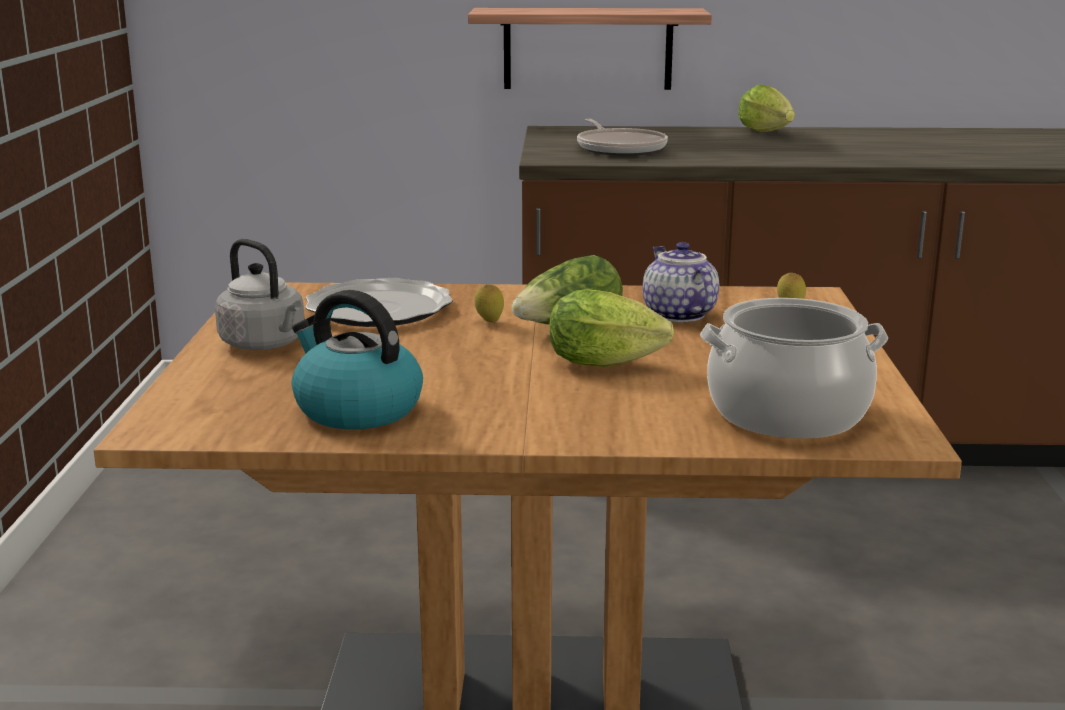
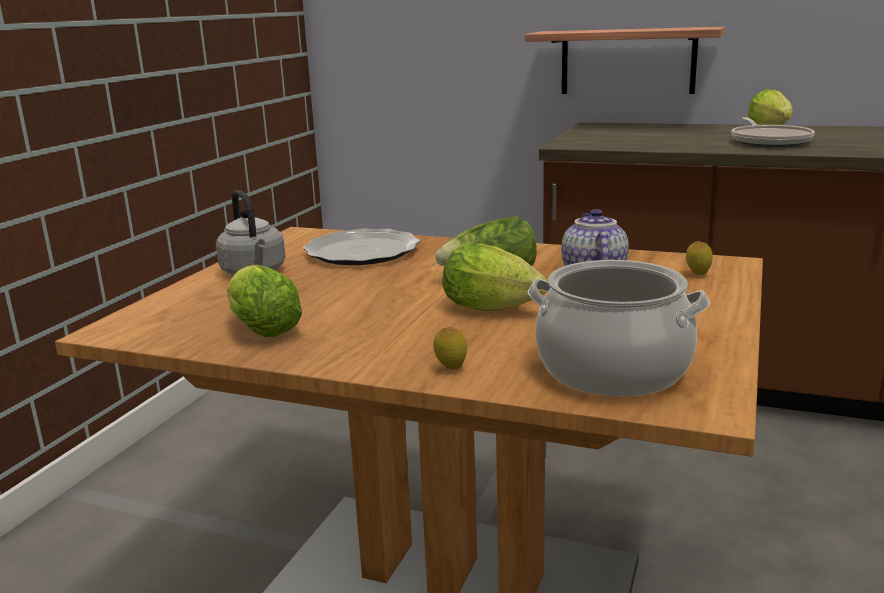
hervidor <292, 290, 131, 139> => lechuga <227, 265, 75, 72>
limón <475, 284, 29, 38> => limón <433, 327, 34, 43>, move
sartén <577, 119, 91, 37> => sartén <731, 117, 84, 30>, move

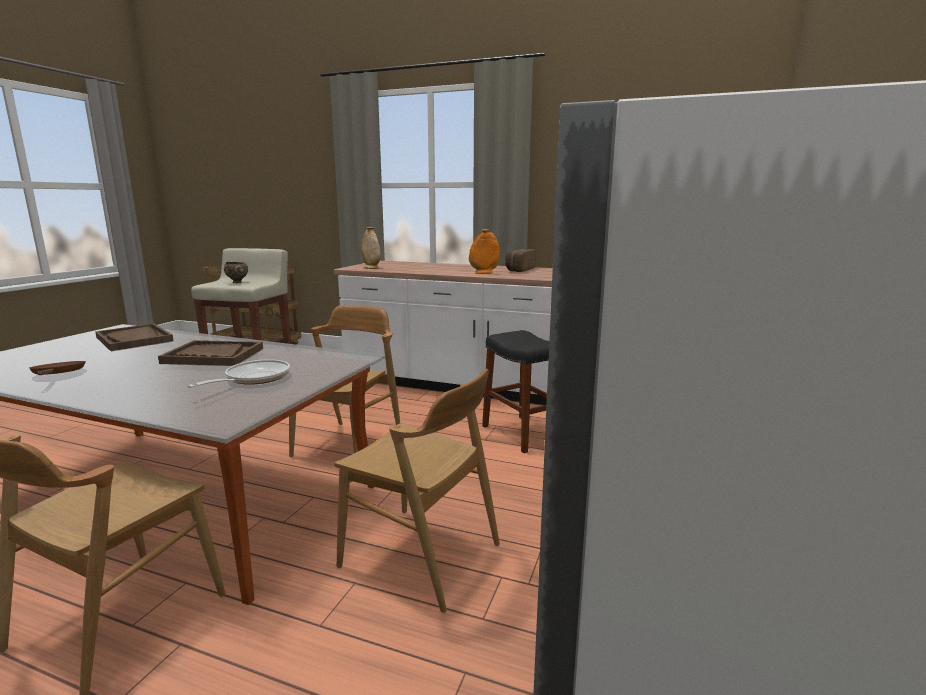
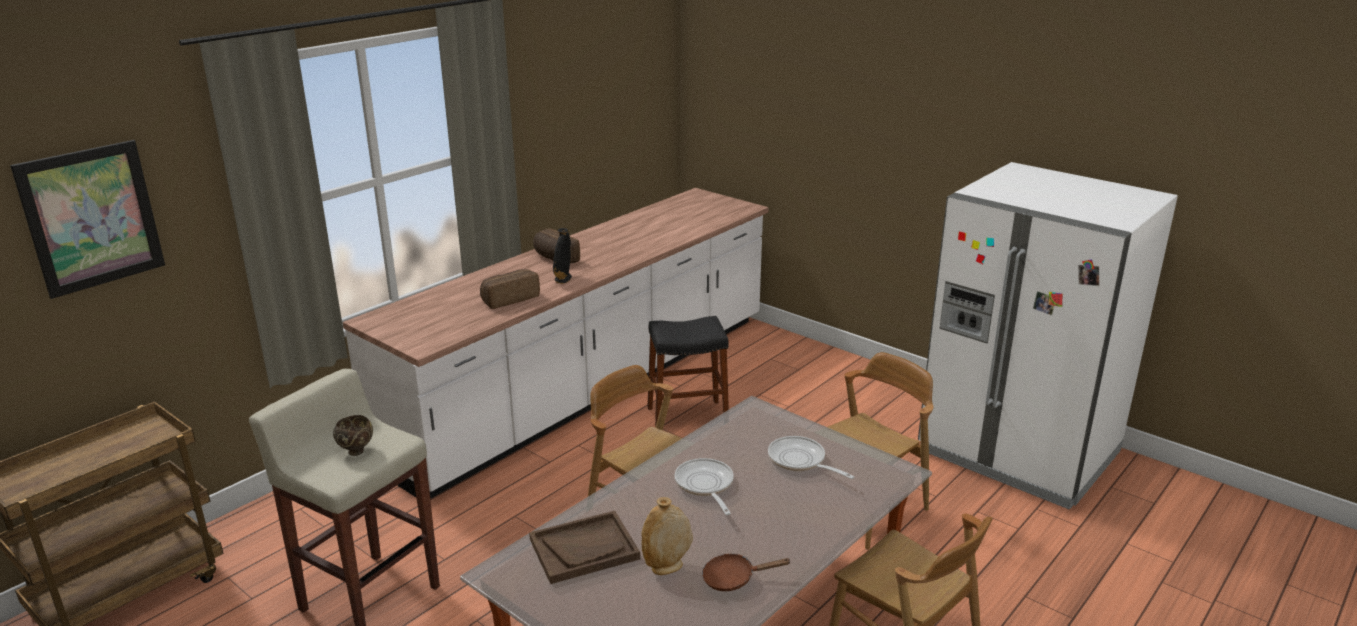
nothing => cuadro <10, 140, 155, 159>
nothing => pan <480, 269, 60, 40>
florero/naranja <469, 229, 30, 45> => florero/negro <553, 228, 19, 56>
florero/beis <362, 227, 18, 42> => florero/beis <641, 497, 52, 78>, move
bandeja/marrón <158, 340, 105, 26> => sartén <675, 458, 59, 57>

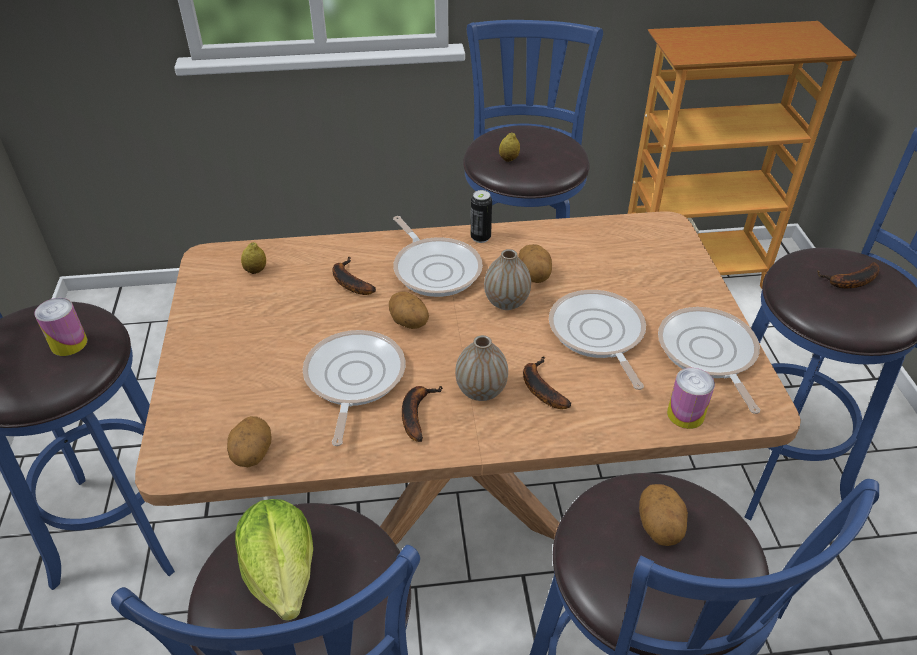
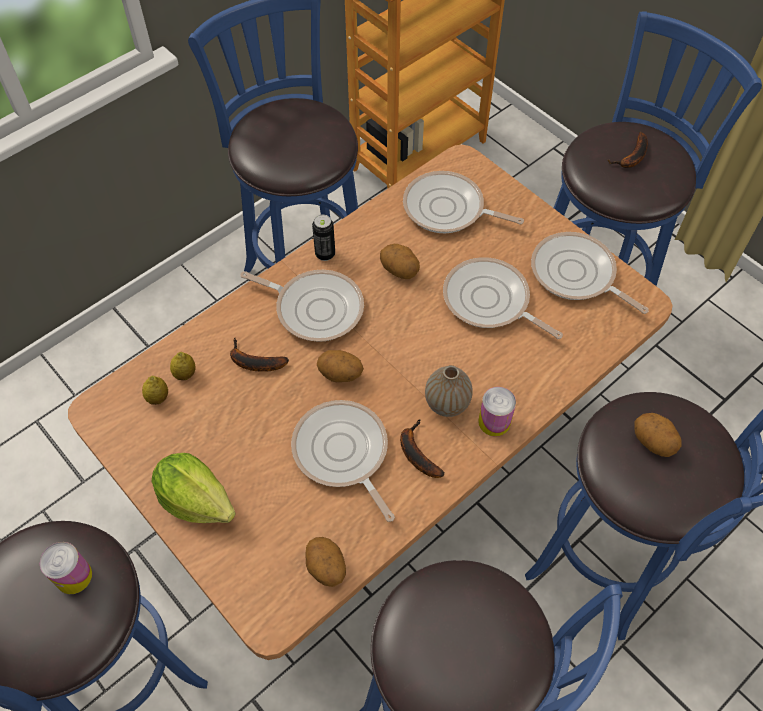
lechuga <235, 499, 78, 122> => lechuga <152, 453, 84, 70>, move
limón <499, 132, 21, 30> => limón <170, 352, 26, 28>, move
nothing => sartén <403, 171, 121, 62>
lata <667, 368, 48, 61> => lata <478, 387, 38, 50>, move
florero <484, 249, 47, 61> => nothing
plátano <523, 356, 48, 53> => nothing

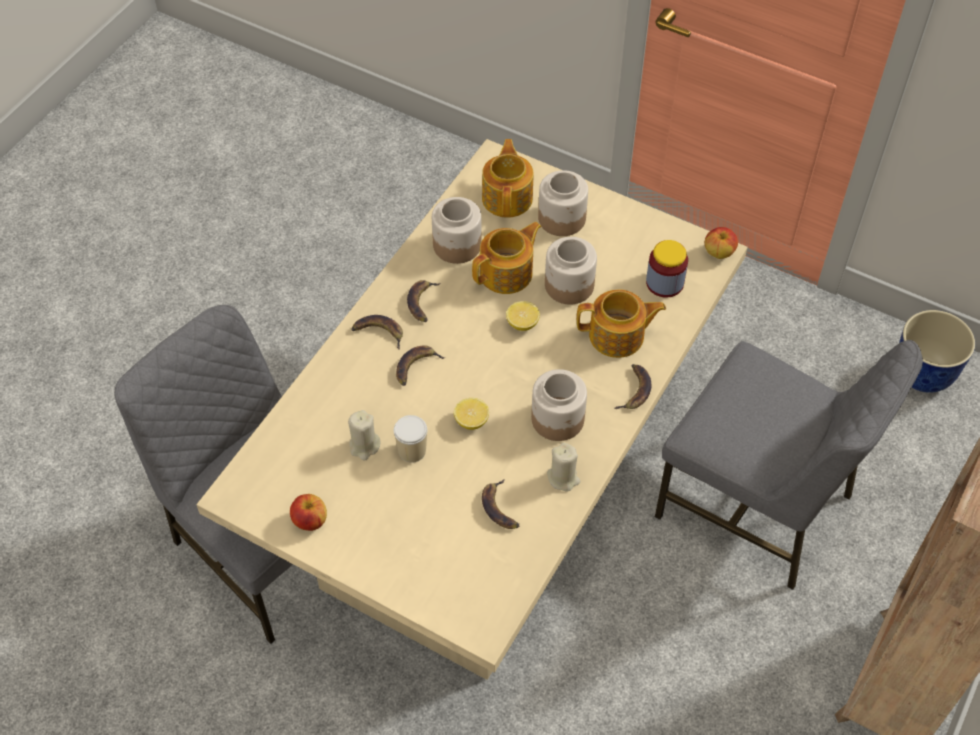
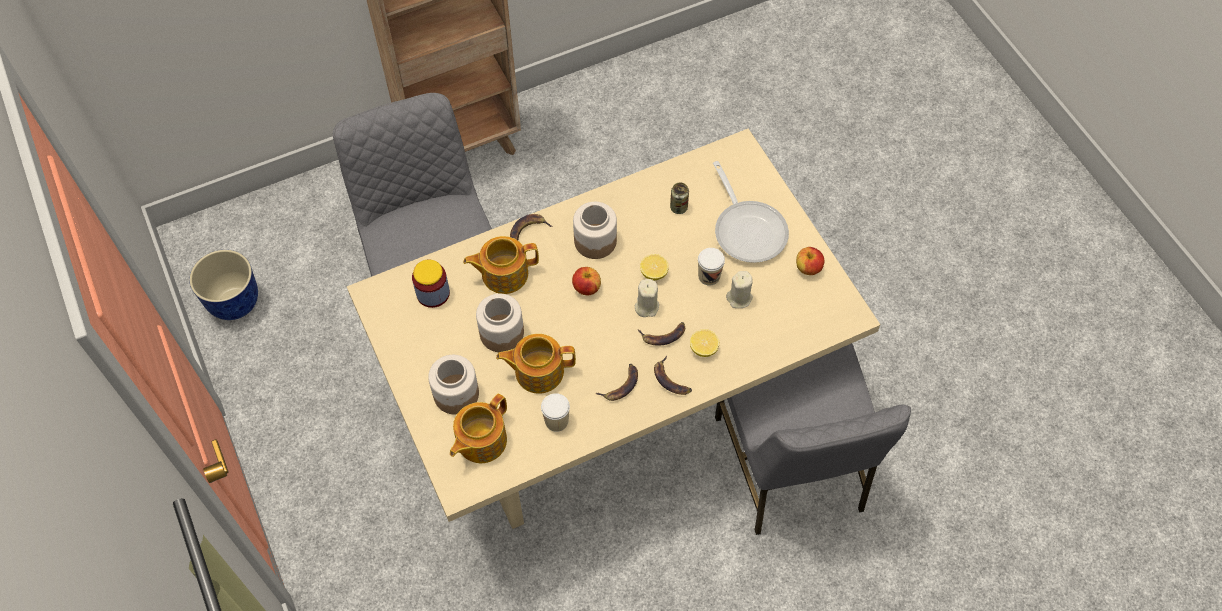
tetera <577, 289, 89, 69> => tetera <463, 236, 76, 58>, 45 degrees counterclockwise
tarro <432, 197, 50, 67> => taza <541, 393, 29, 39>
manzana <705, 227, 33, 32> => manzana <572, 267, 29, 29>, move
vela/beis <547, 443, 33, 48> => vela/beis <635, 279, 24, 38>, move
plátano <482, 480, 37, 49> => lata <670, 182, 19, 32>
limón <506, 301, 34, 30> => limón <690, 329, 29, 28>, move
nothing => sartén <713, 161, 76, 102>

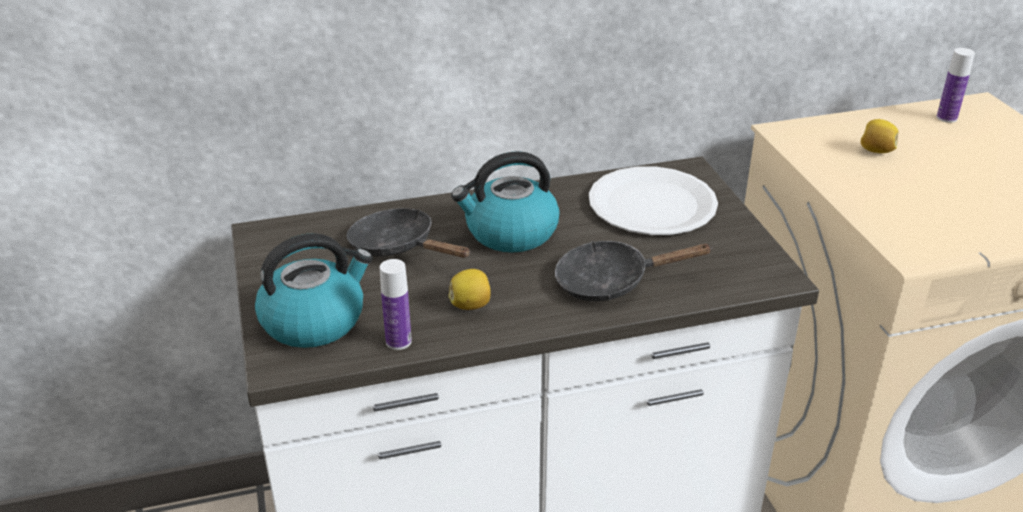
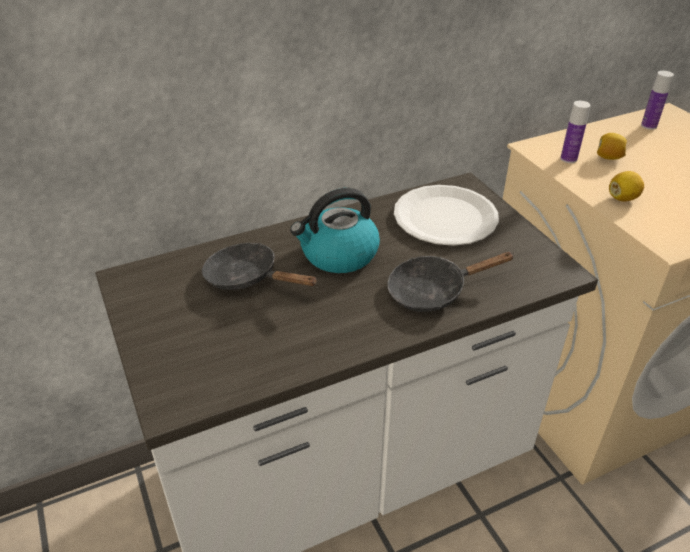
botella <380, 259, 32, 91> => botella <560, 101, 31, 62>, move
limón <449, 269, 42, 41> => limón <609, 171, 35, 30>, move
hervidor <255, 233, 118, 115> => nothing

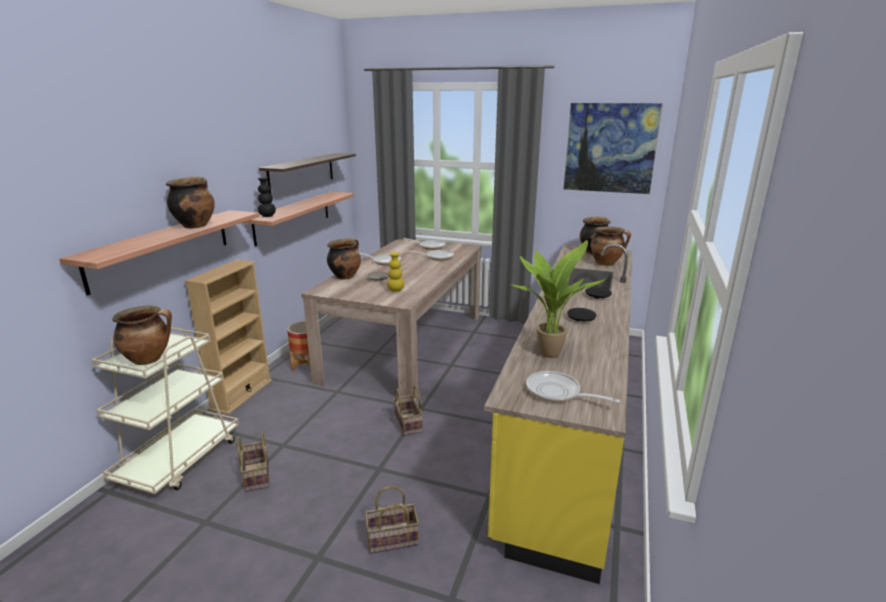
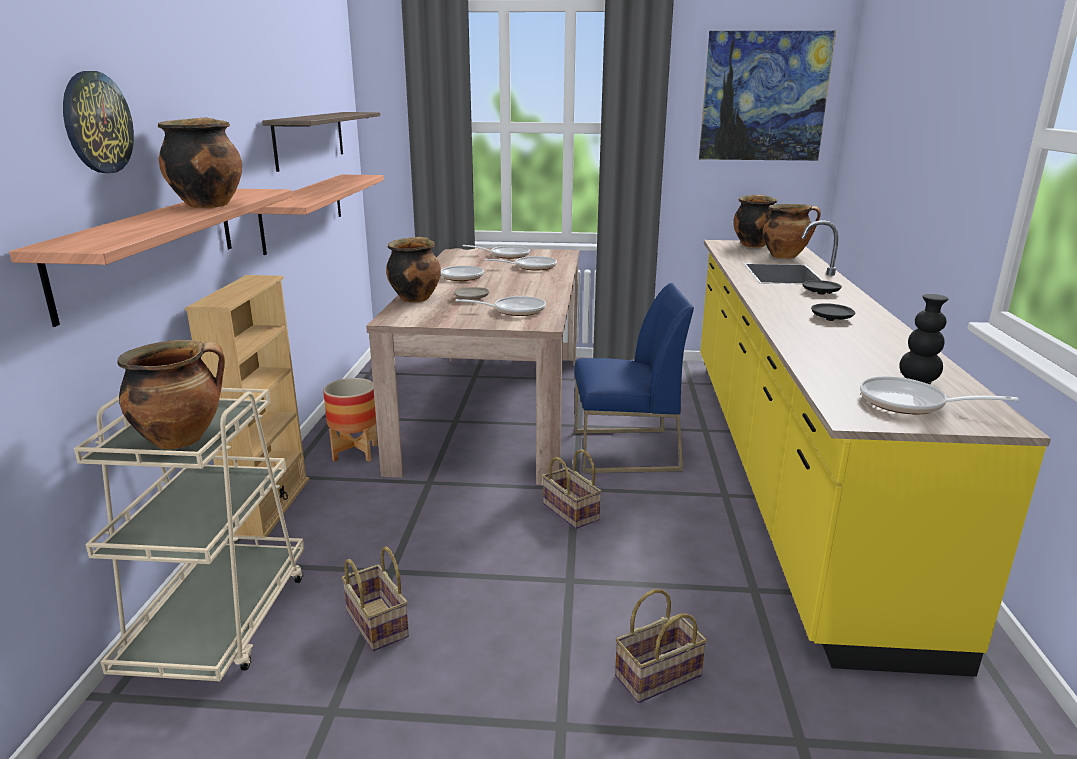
nothing => reloj de pared <63, 71, 71, 102>
florero/amarillo <387, 252, 17, 40> => sartén <456, 296, 90, 20>
nothing => silla/azul <574, 283, 120, 190>
florero/negro <258, 177, 18, 40> => florero/negro <899, 294, 50, 90>, move
planta en maceta <509, 240, 96, 118> => nothing

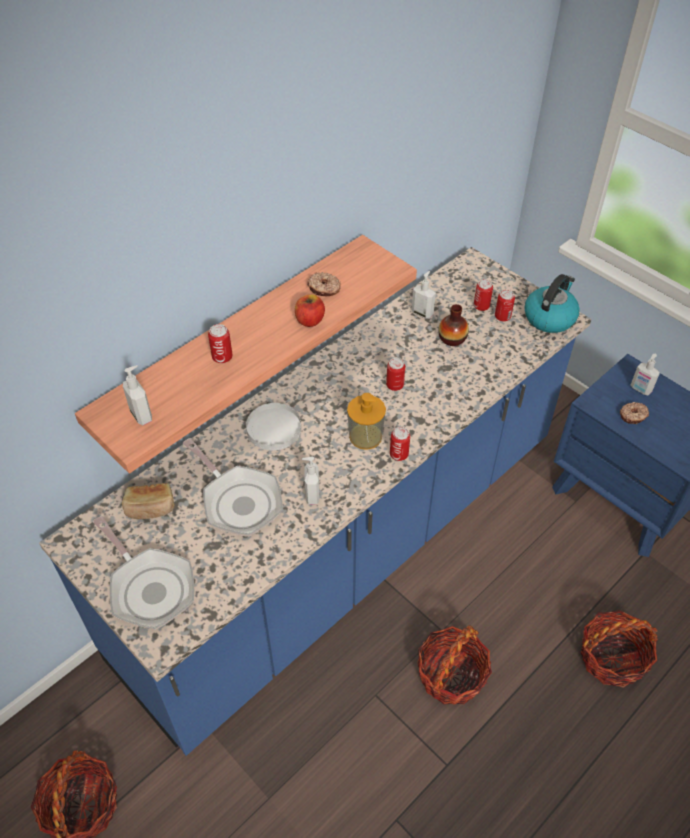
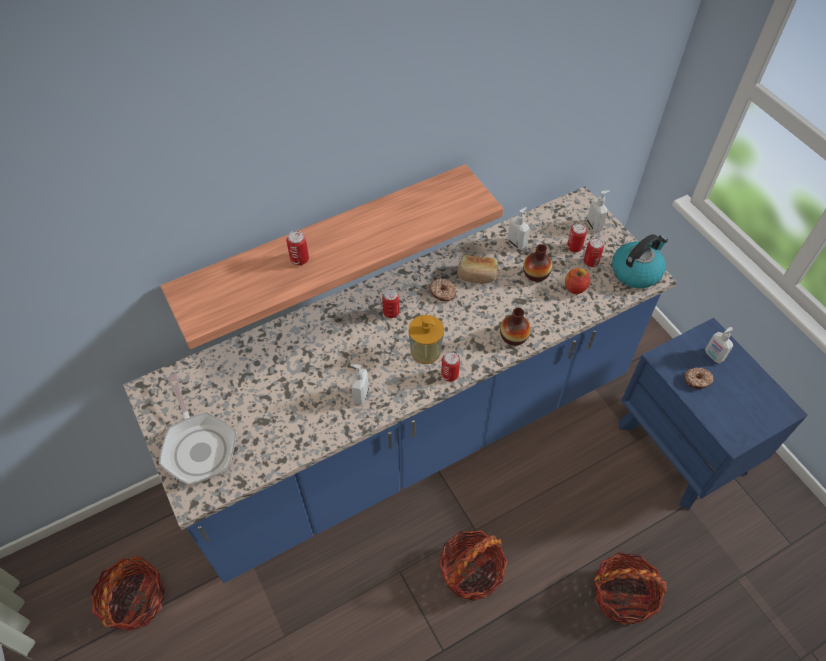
lata <386, 358, 19, 33> => lata <382, 289, 18, 29>, move
rosquilla <307, 272, 34, 24> => rosquilla <429, 278, 27, 23>, move
pan <122, 483, 53, 36> => pan <457, 255, 41, 28>, move
nothing => florero <500, 308, 31, 38>
manzana <295, 294, 30, 33> => manzana <565, 268, 25, 26>, move
dispensador de jabón <123, 365, 29, 60> => dispensador de jabón <587, 190, 23, 42>, move
sartén <183, 438, 100, 99> => nothing
plato/blanco <246, 403, 55, 47> => nothing

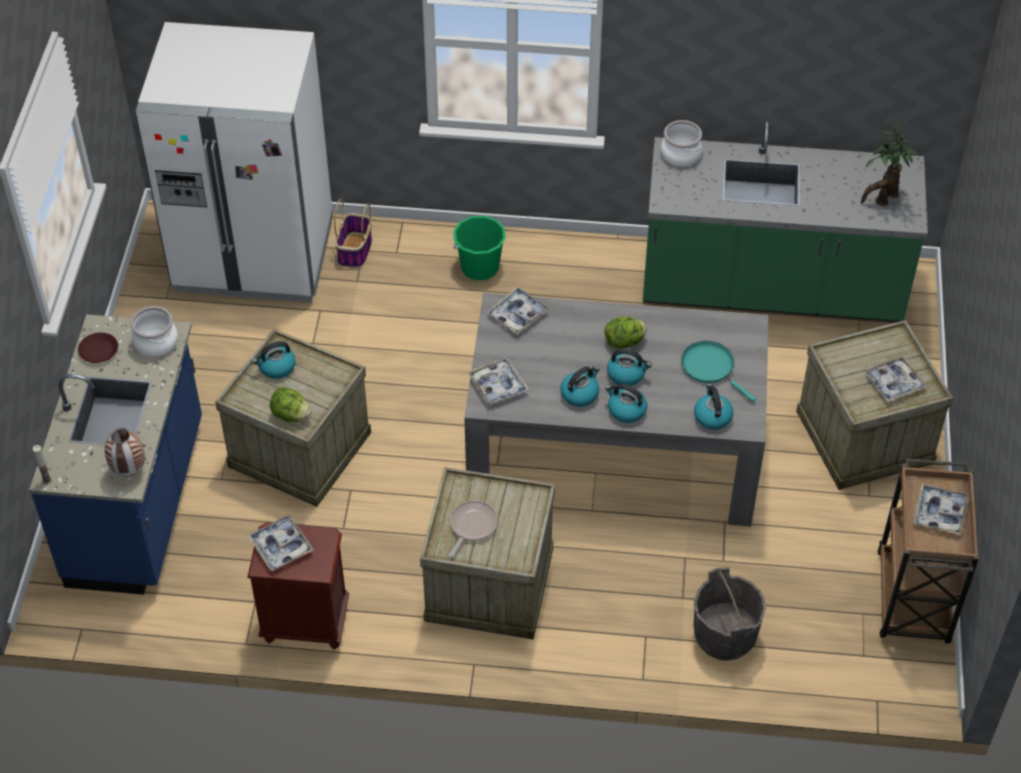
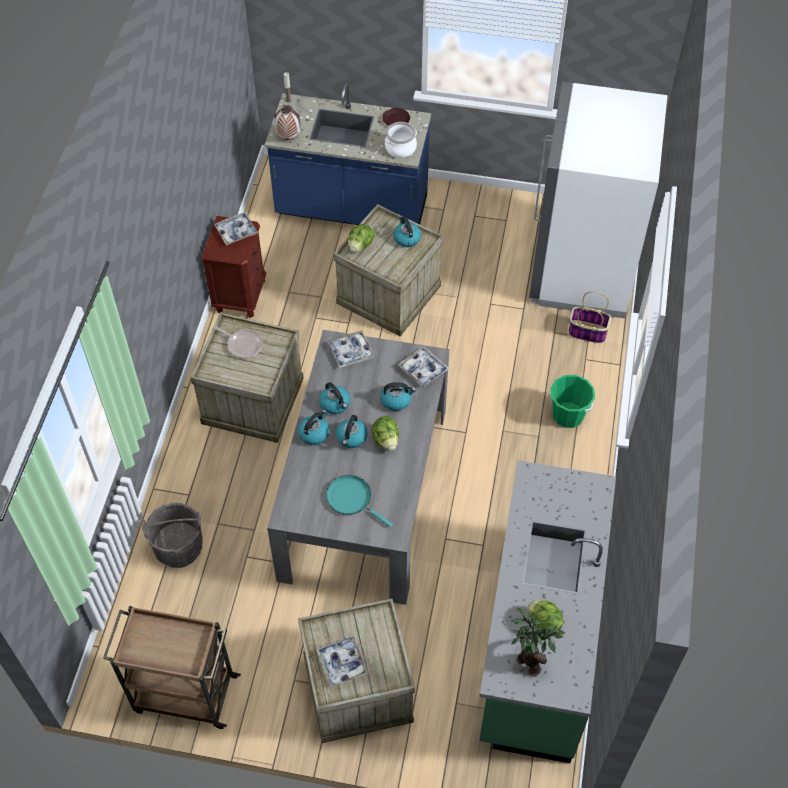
sartén/turquesa <681, 341, 75, 61> => sartén/turquesa <326, 475, 67, 52>, 105 degrees counterclockwise
hervidor <694, 384, 40, 46> => hervidor <380, 382, 36, 29>, move
nothing => lechuga <528, 600, 35, 37>
olla <661, 120, 42, 47> => nothing
bandeja <913, 484, 56, 51> => nothing

